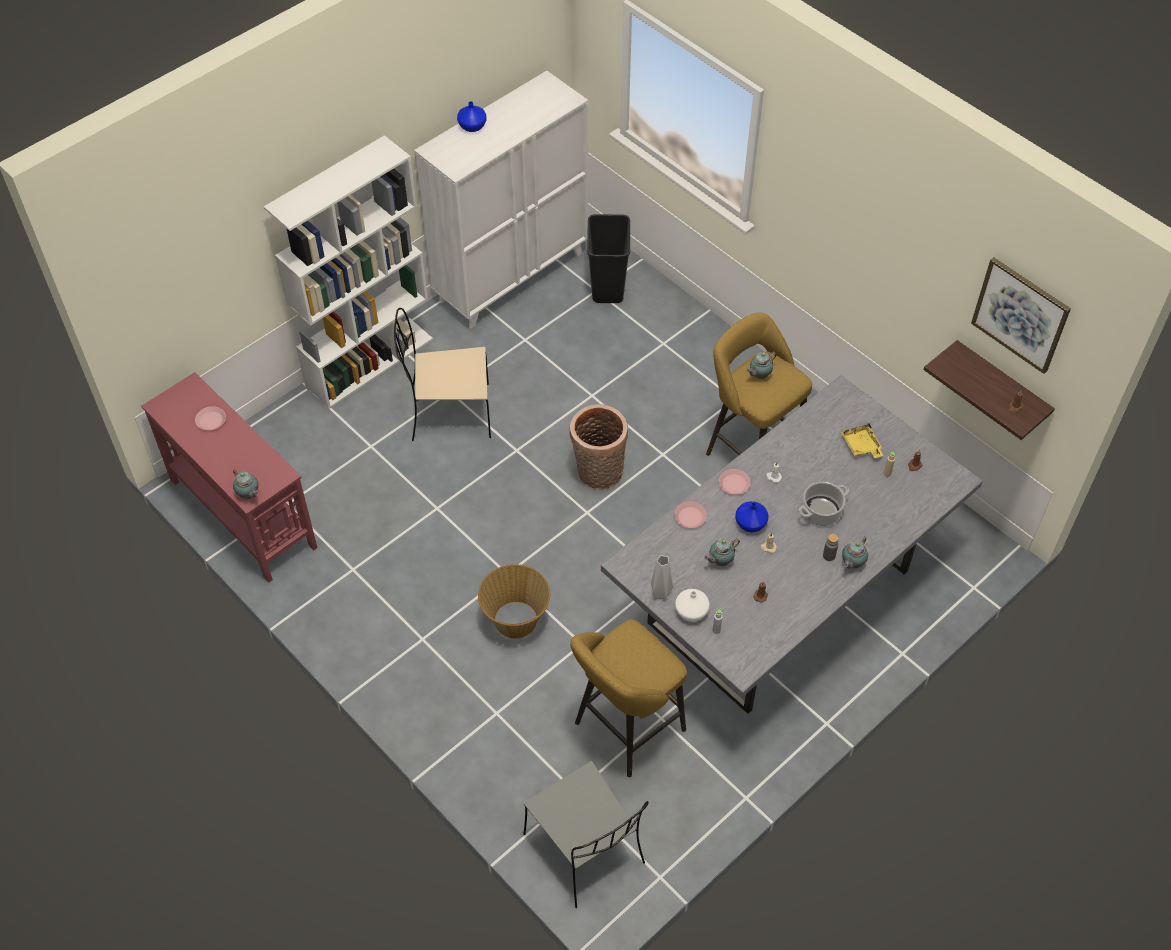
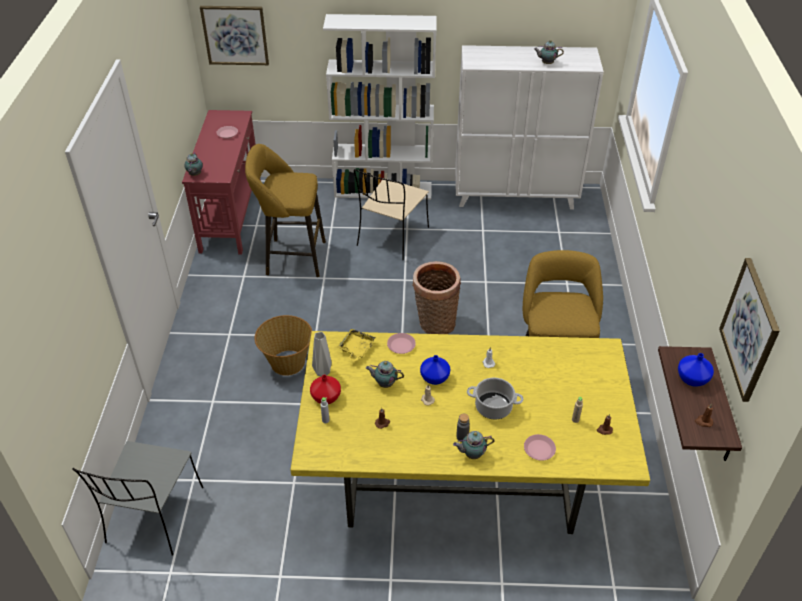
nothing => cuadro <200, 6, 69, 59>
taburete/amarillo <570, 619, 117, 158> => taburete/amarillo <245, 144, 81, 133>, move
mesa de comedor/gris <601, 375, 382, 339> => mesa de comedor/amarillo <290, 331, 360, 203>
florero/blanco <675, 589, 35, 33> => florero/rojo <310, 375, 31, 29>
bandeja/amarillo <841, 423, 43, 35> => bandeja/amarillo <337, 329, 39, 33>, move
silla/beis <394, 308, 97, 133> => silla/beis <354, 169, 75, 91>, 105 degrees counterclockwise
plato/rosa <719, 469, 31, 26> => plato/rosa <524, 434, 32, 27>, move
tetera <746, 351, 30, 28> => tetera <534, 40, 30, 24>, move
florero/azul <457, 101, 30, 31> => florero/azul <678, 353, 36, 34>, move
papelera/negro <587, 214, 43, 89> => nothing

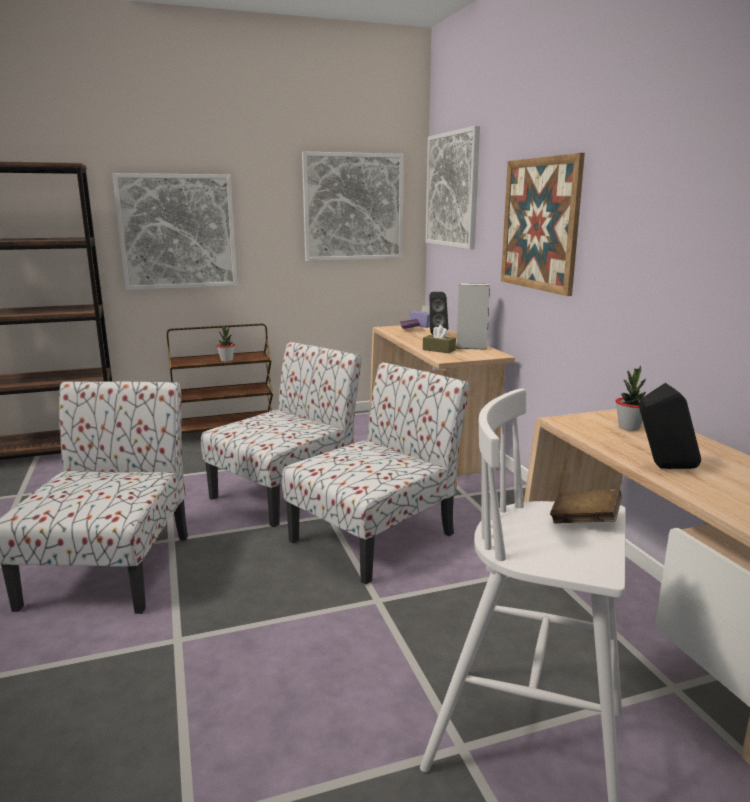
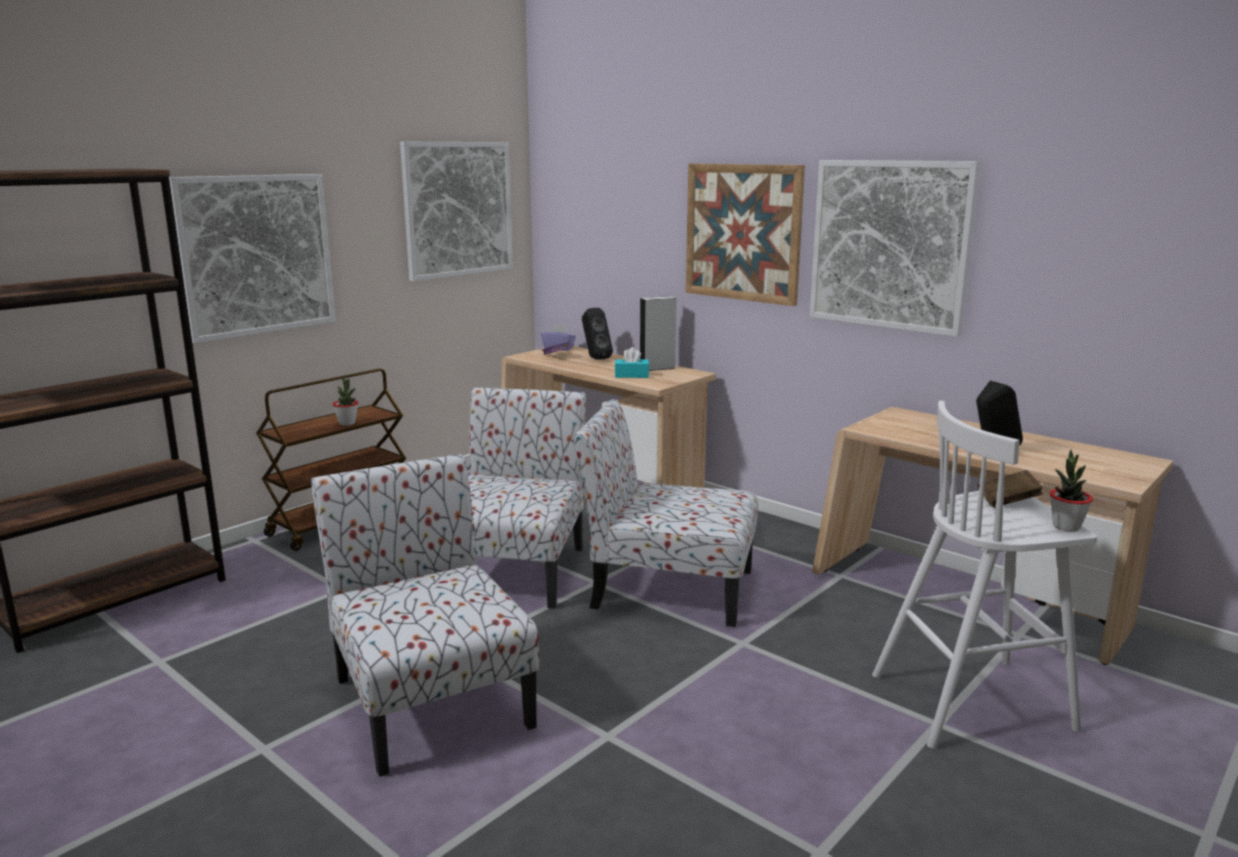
silla <282, 362, 188, 223> => silla <573, 399, 185, 228>, 90 degrees counterclockwise
caja de pañuelos/marrón <423, 325, 33, 28> => caja de pañuelos/turquesa <615, 347, 34, 31>
cuadro <425, 126, 55, 123> => cuadro <809, 160, 171, 177>, move
planta en maceta <616, 366, 30, 65> => planta en maceta <1050, 450, 43, 82>, move

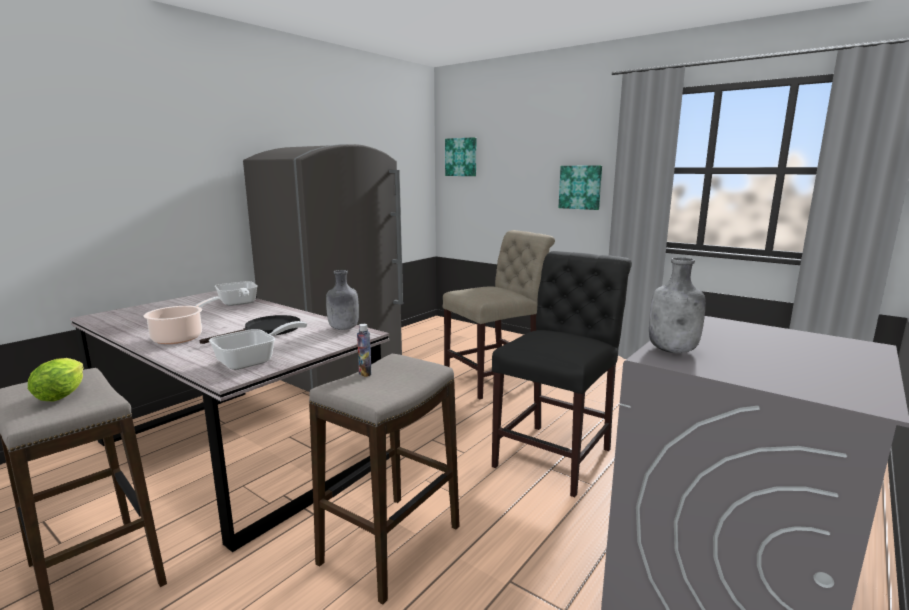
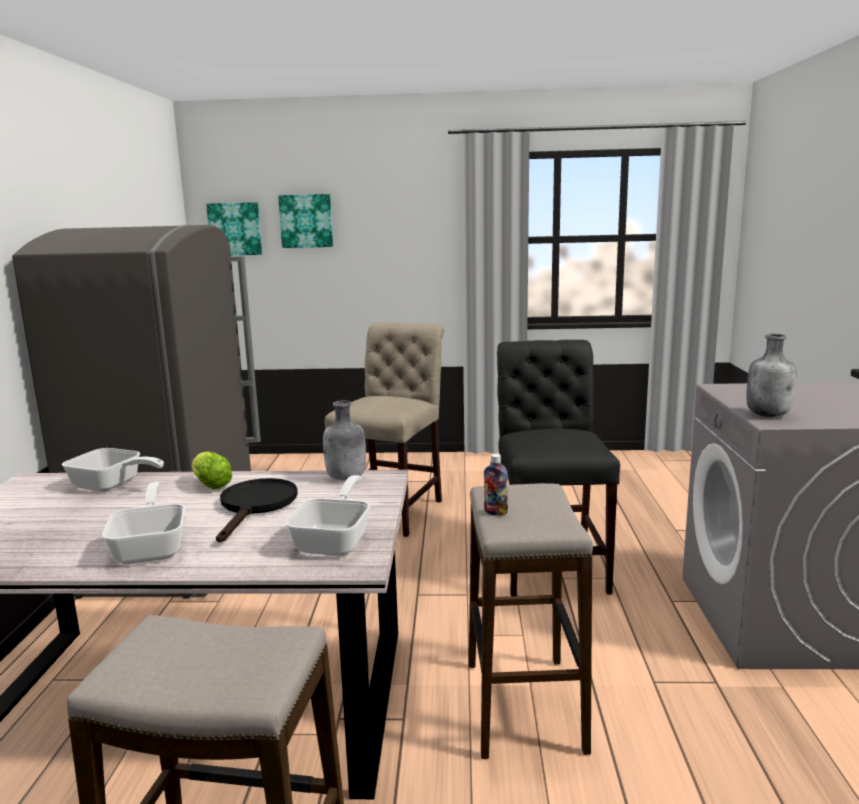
olla <143, 296, 77, 48> => sartén <102, 482, 83, 82>
lechuga <28, 358, 56, 43> => lechuga <192, 451, 40, 38>, move
cuadro <558, 166, 44, 44> => cuadro <278, 194, 55, 54>, move

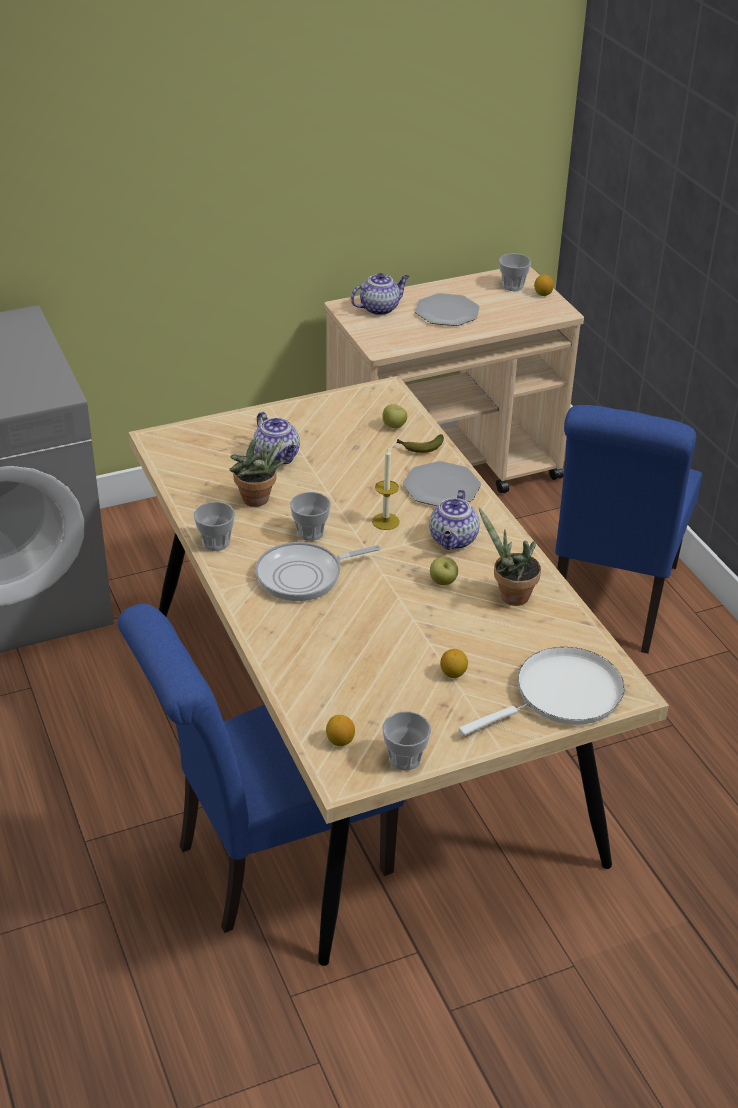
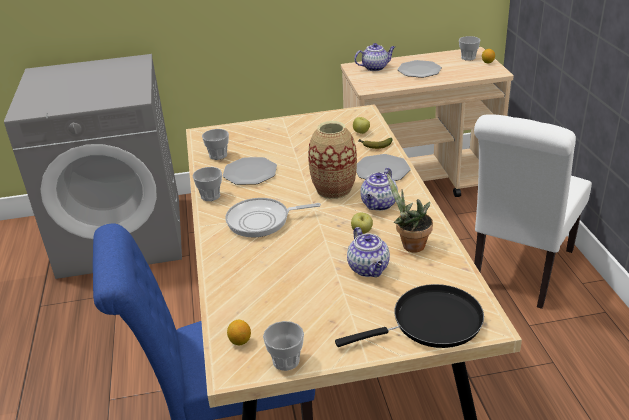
taza <290, 492, 41, 49> => taza <202, 129, 27, 31>, move
planta en maceta <229, 437, 57, 70> => plato <222, 157, 55, 28>
vela <372, 448, 28, 82> => florero <308, 121, 49, 78>
sartén/blanco <459, 647, 166, 89> => sartén/negro <335, 284, 149, 64>
tetera <253, 412, 47, 52> => tetera <347, 227, 43, 50>, move
silla/azul <555, 405, 147, 248> => silla/blanco <474, 114, 118, 195>
limón <440, 649, 28, 29> => nothing

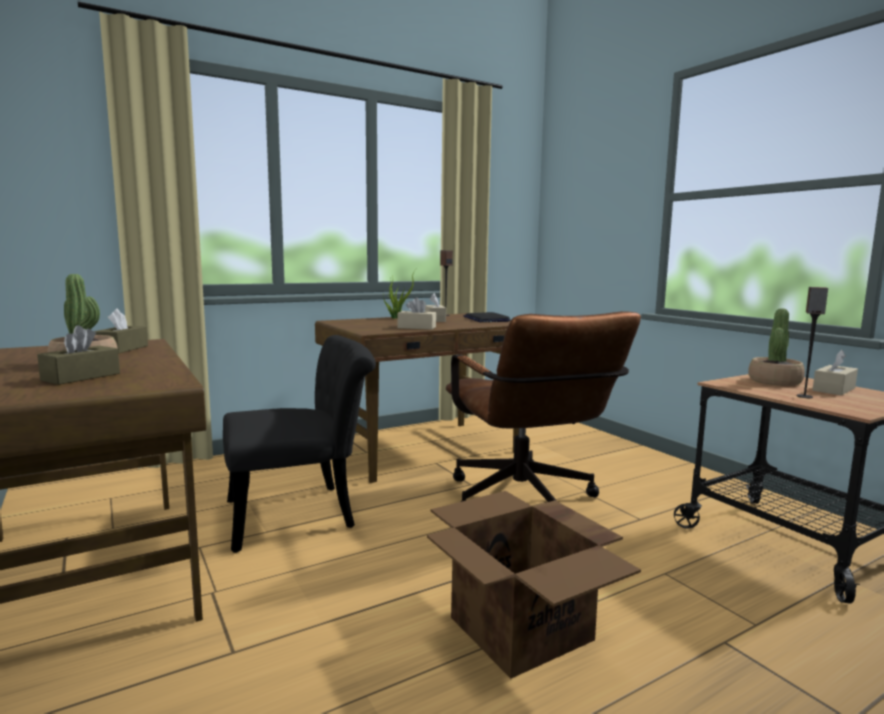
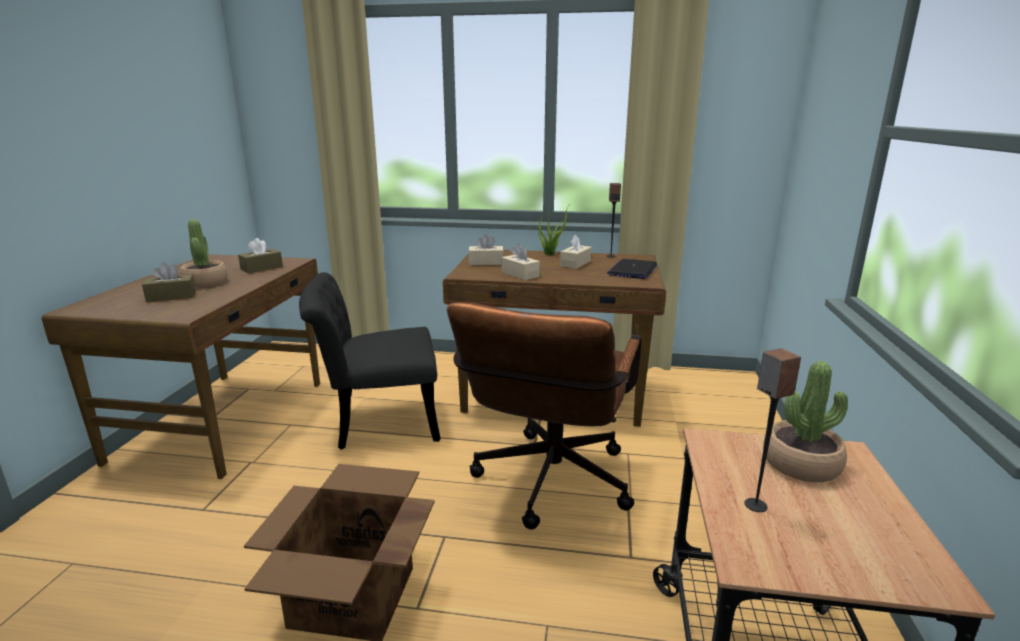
silla/negro <223, 335, 153, 218> => silla/negro <299, 272, 142, 178>, 150 degrees clockwise
caja de pañuelos/beis <813, 350, 45, 45> => caja de pañuelos/beis <468, 234, 36, 31>, move

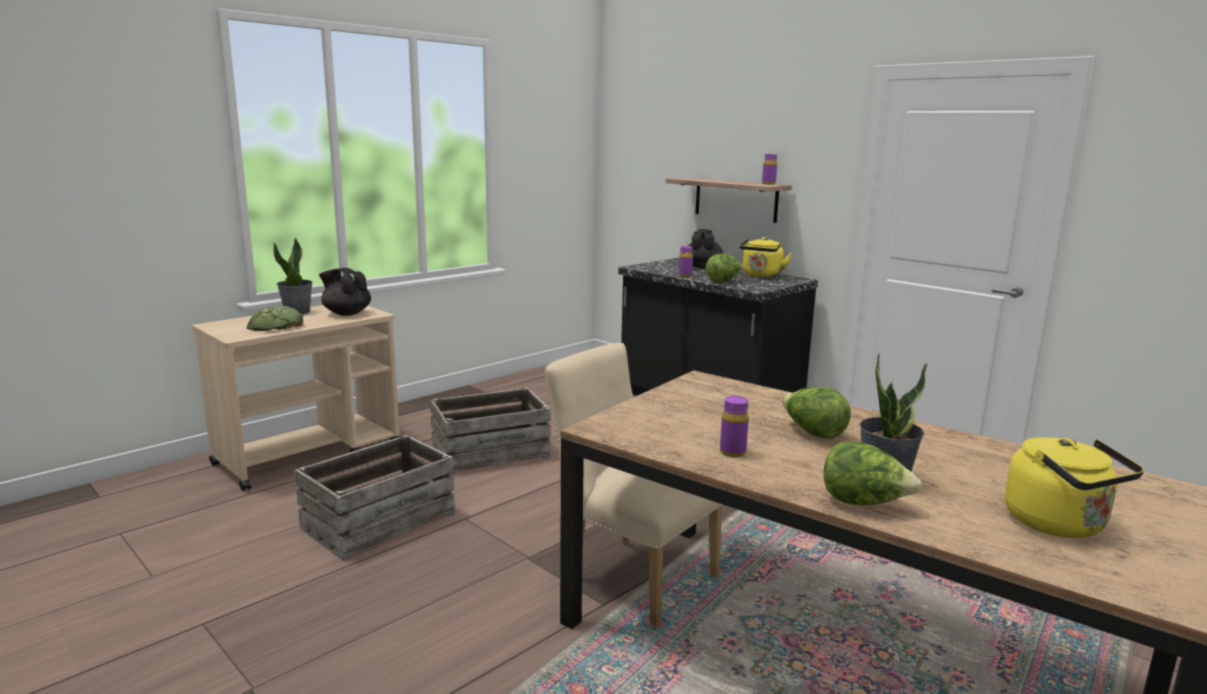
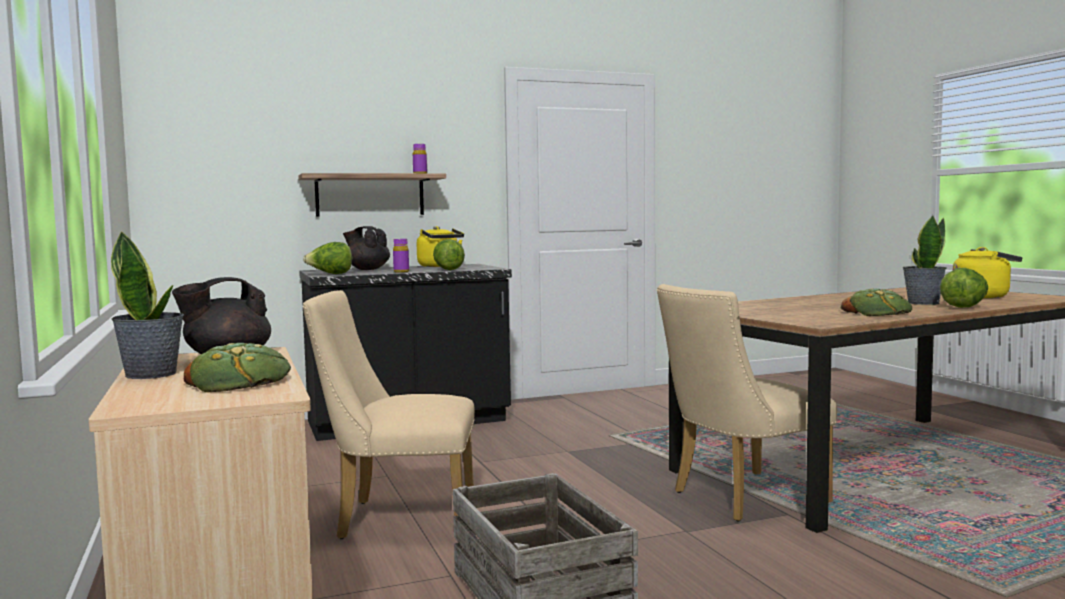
lechuga <782, 387, 69, 52> => lechuga <303, 242, 49, 32>, move
caja de embalaje <430, 388, 121, 87> => silla/beis <303, 290, 172, 249>
botella/morado <720, 396, 29, 61> => pan <841, 288, 71, 28>

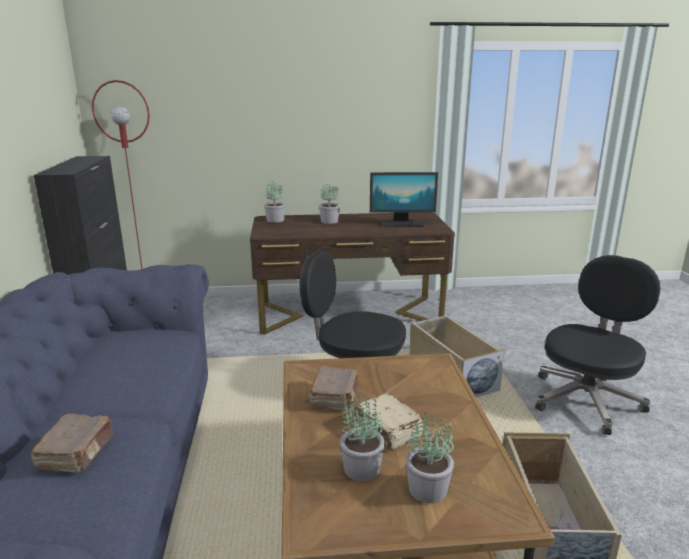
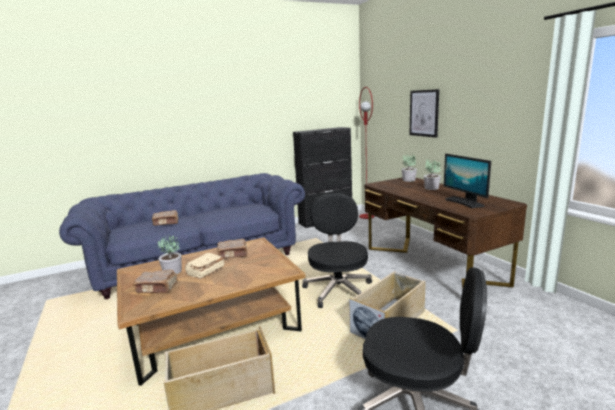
planta en maceta <406, 412, 48, 91> => libro/marrón <133, 270, 44, 23>
nothing => cuadro <410, 89, 29, 49>

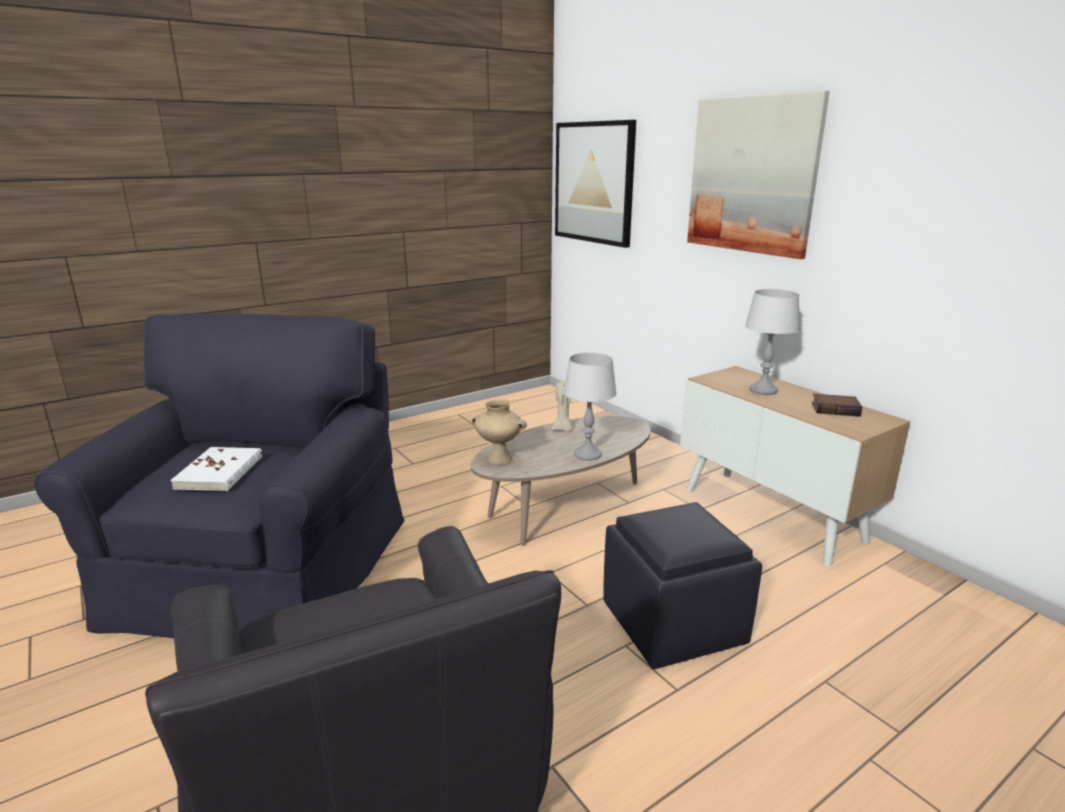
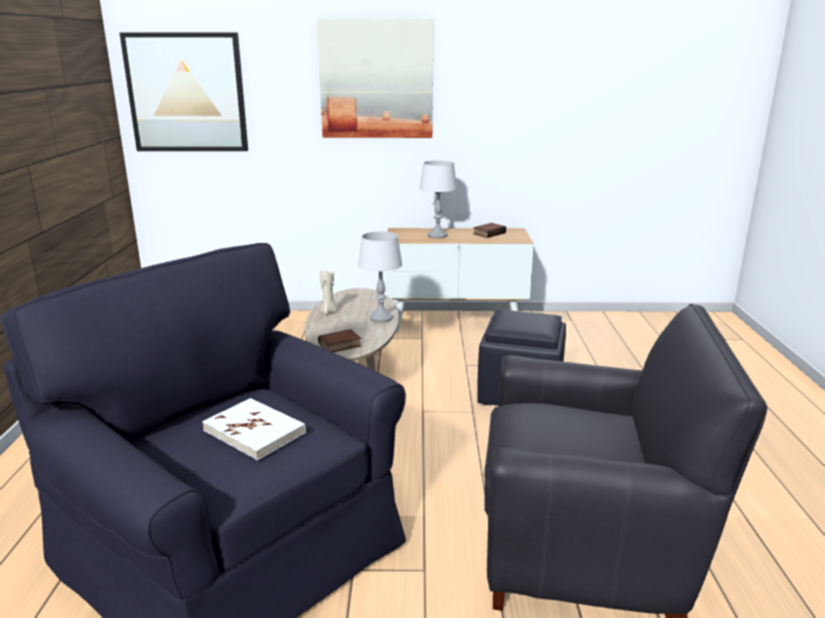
florero/beis <472, 399, 55, 66> => libro <318, 329, 43, 23>

